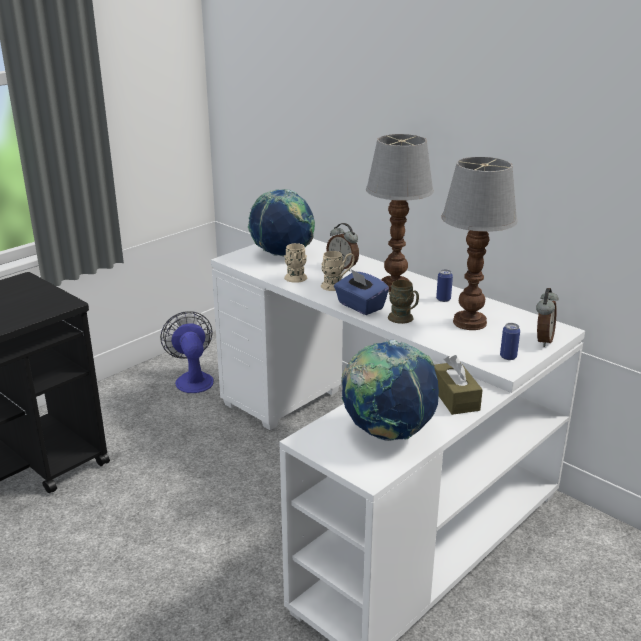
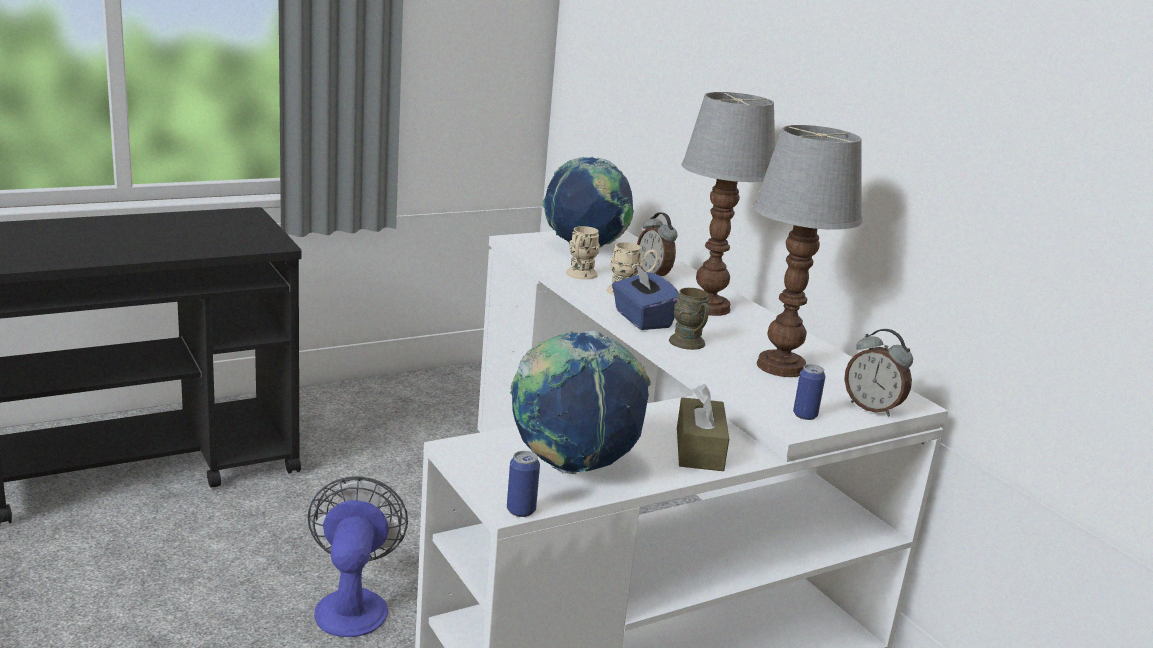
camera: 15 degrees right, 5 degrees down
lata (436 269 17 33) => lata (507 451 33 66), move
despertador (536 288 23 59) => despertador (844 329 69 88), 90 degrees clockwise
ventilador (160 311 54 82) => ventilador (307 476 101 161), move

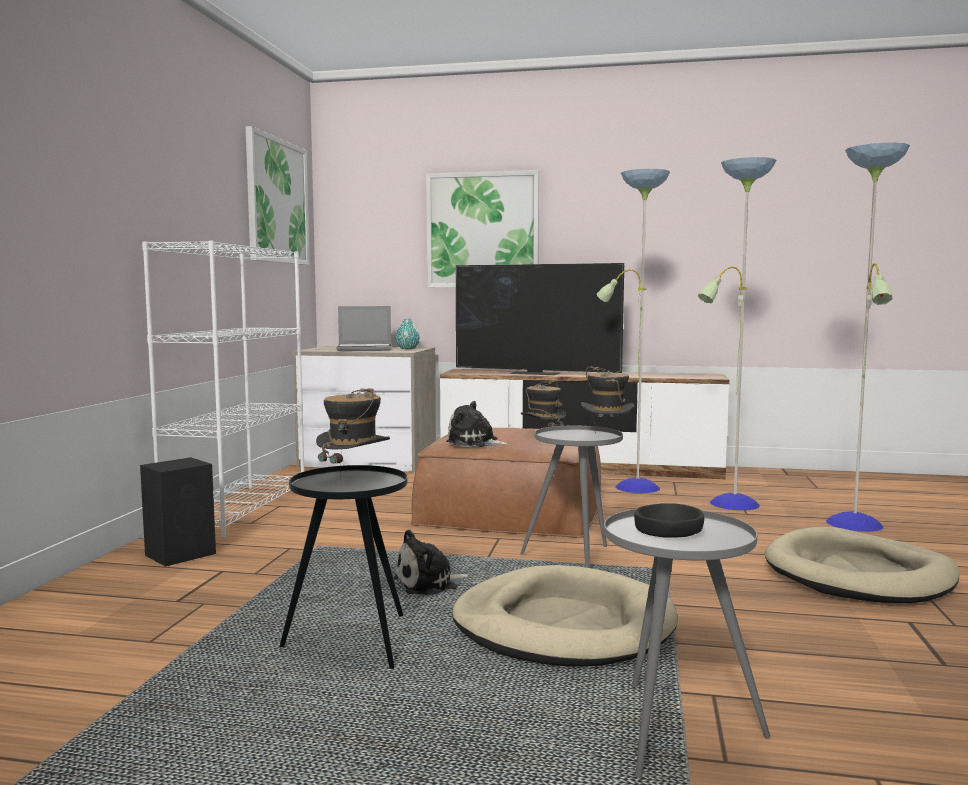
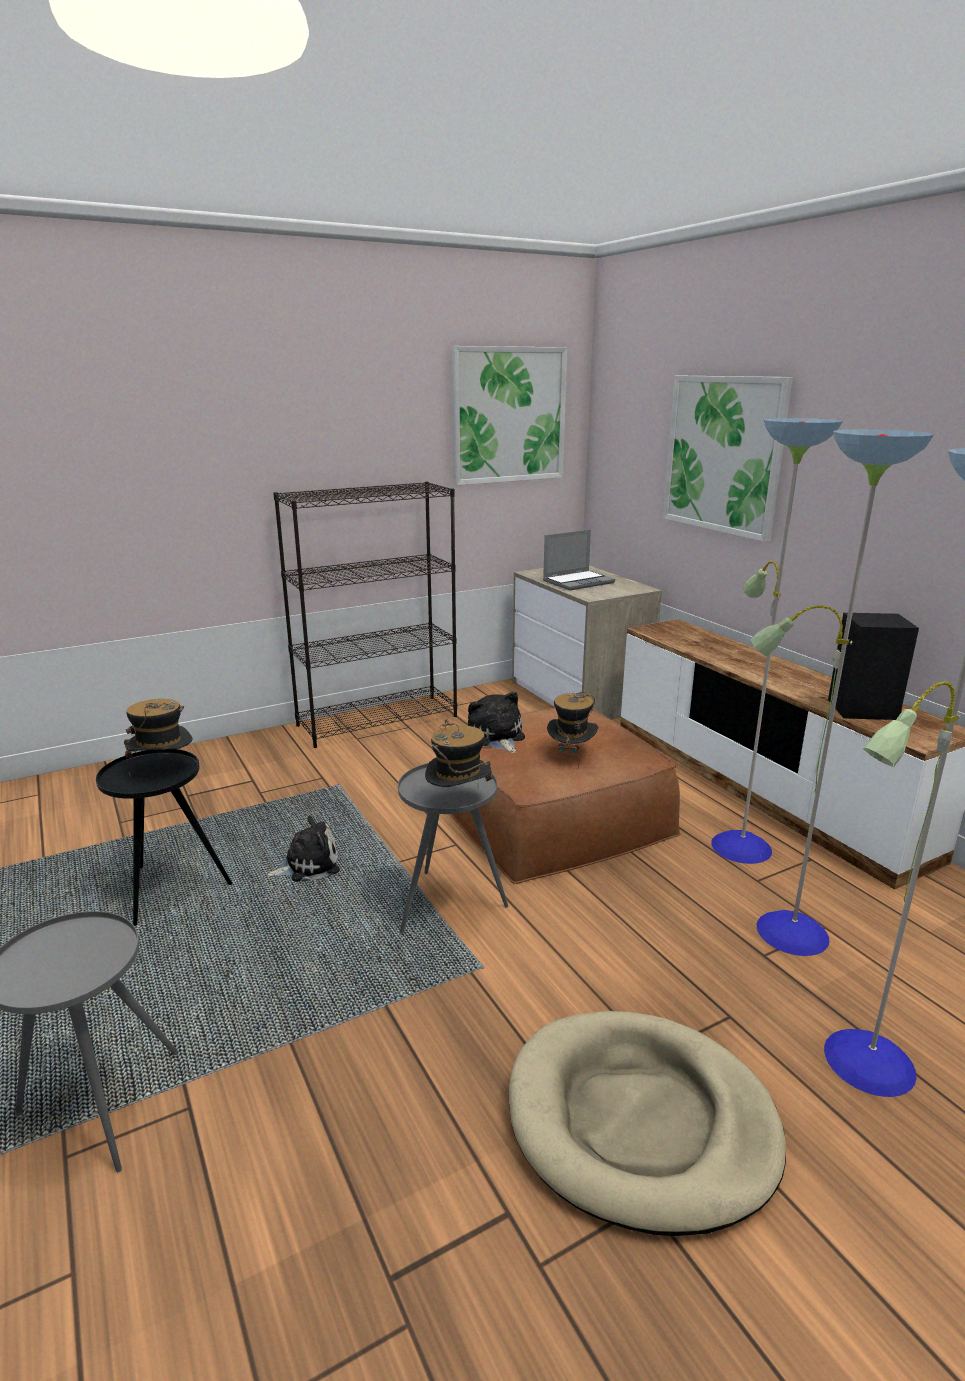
camera: 50 degrees right, 15 degrees up
estantería [blanco] (142 241 162 298) => estantería [negro] (273 482 184 266)
televisor (456 263 168 112) => nothing
portátil (336 306 55 45) => portátil (543 529 72 62), 75 degrees counterclockwise
florero [turquesa] (396 319 24 30) => nothing
altavoz [negro] (140 457 76 110) => altavoz [negro] (828 613 91 107), move
cuenco [negro] (634 503 70 35) => nothing
peluche (393 529 75 67) => peluche (267 816 73 66), 135 degrees clockwise
cama para perro [beis] (452 565 225 102) => nothing

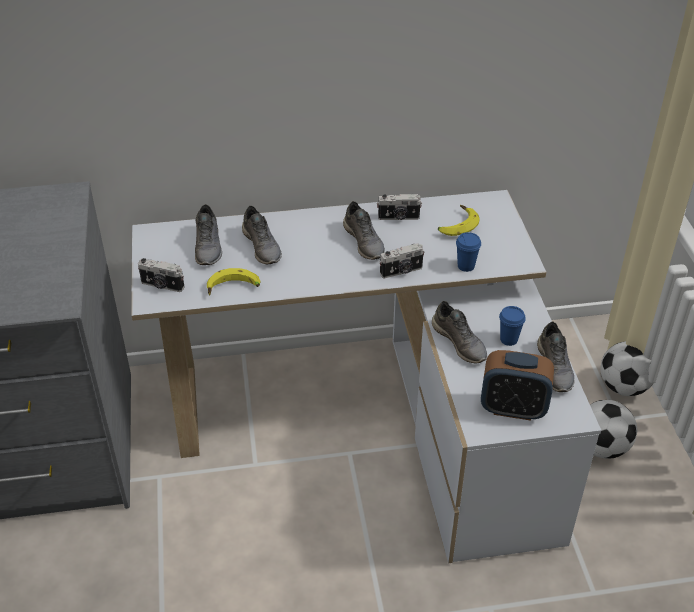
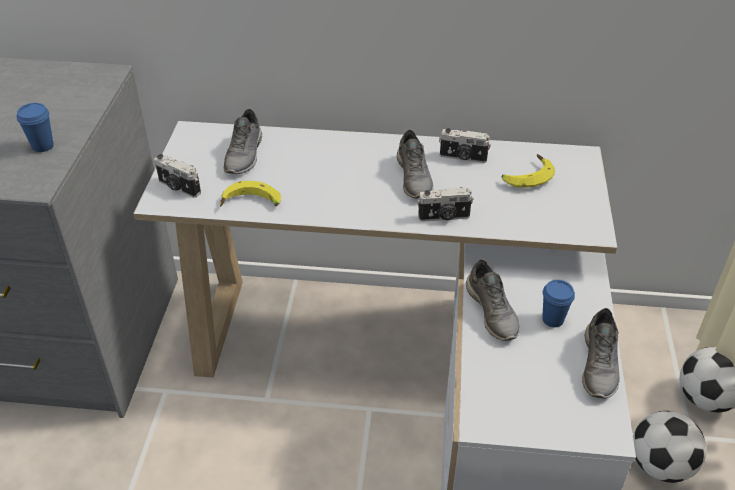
camera: 15 degrees right, 0 degrees up
zapato [gris] (242 206 40 58) => nothing
taza [azul] (456 232 25 40) => taza [azul] (17 103 37 49), move
despertador (481 350 73 71) => nothing

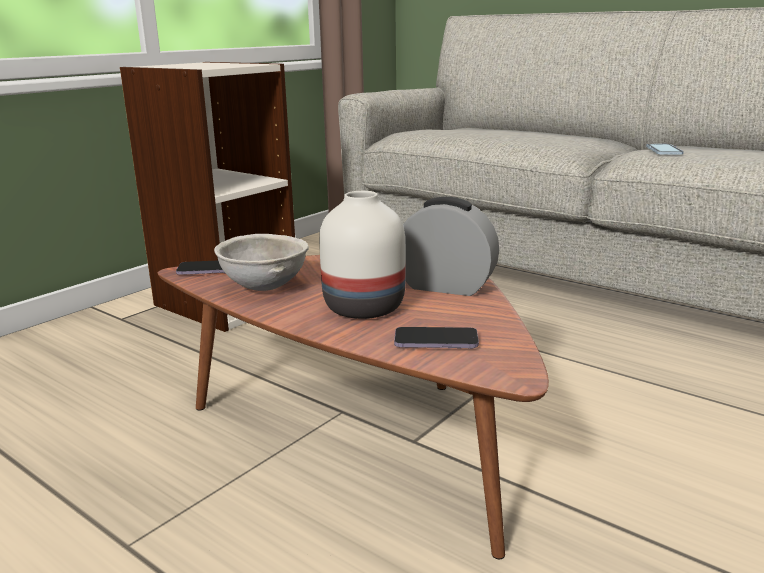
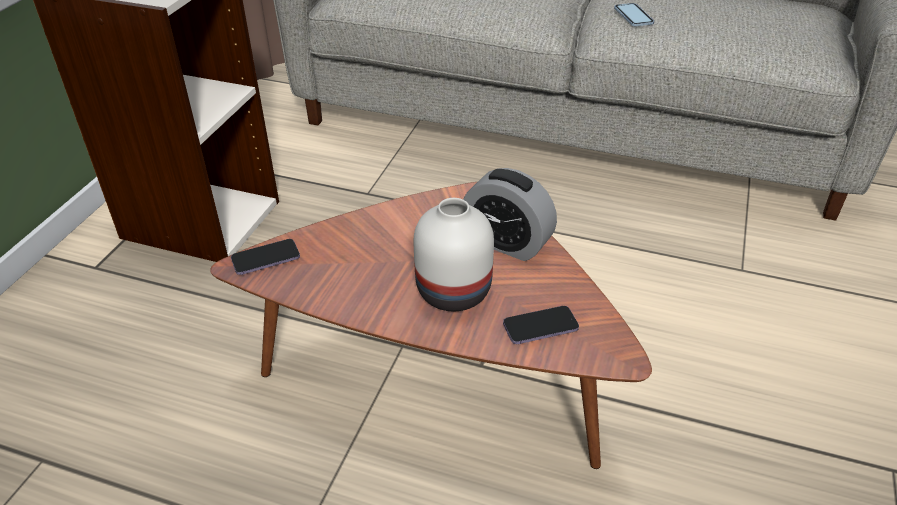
camera: 20 degrees left, 20 degrees up
despertador (403 197 96 99) => despertador (463 168 94 93), 150 degrees counterclockwise
cuenco [gris] (214 234 95 57) => nothing

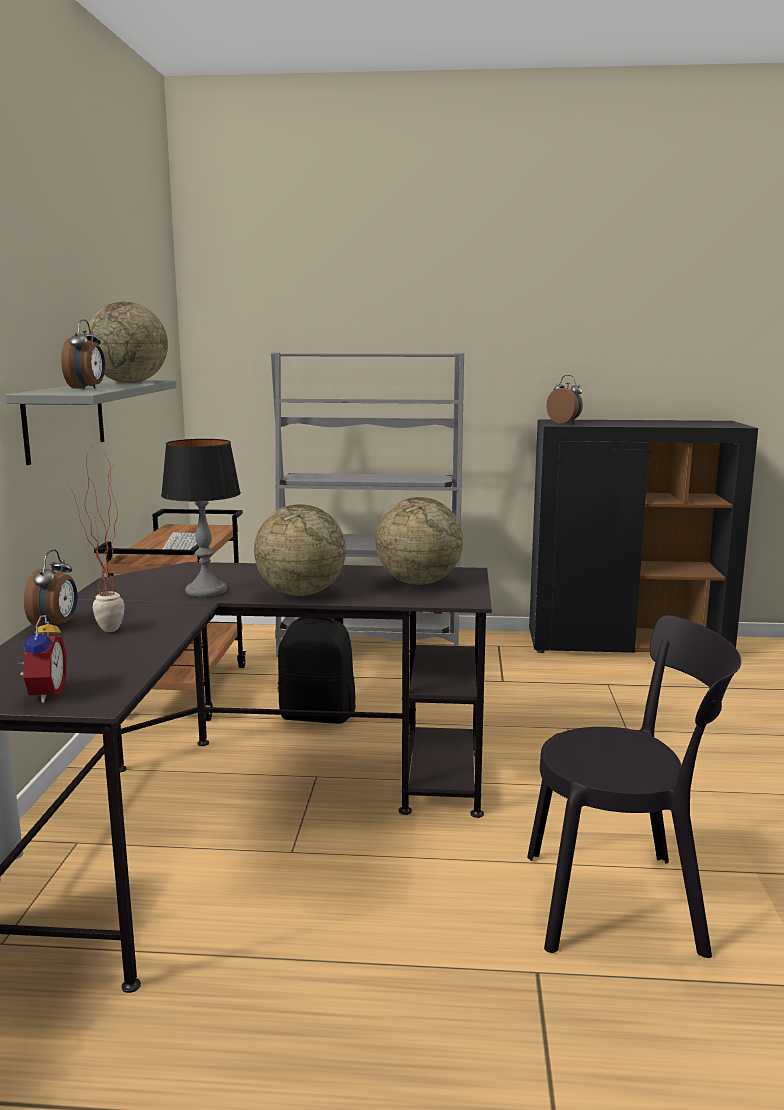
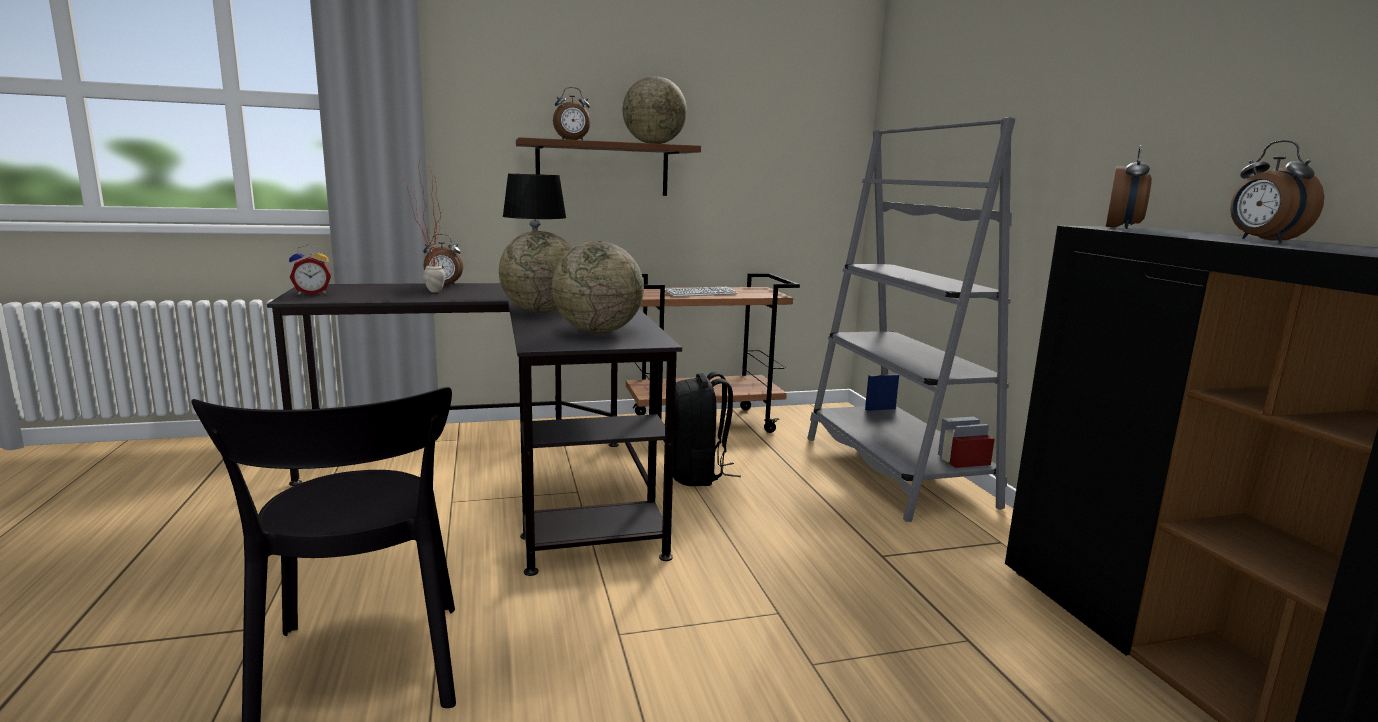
camera: 70 degrees right, 0 degrees up
estante [gris] (6 380 171 85) => estante [marrón] (516 137 185 59)
nothing => despertador (1230 140 95 102)

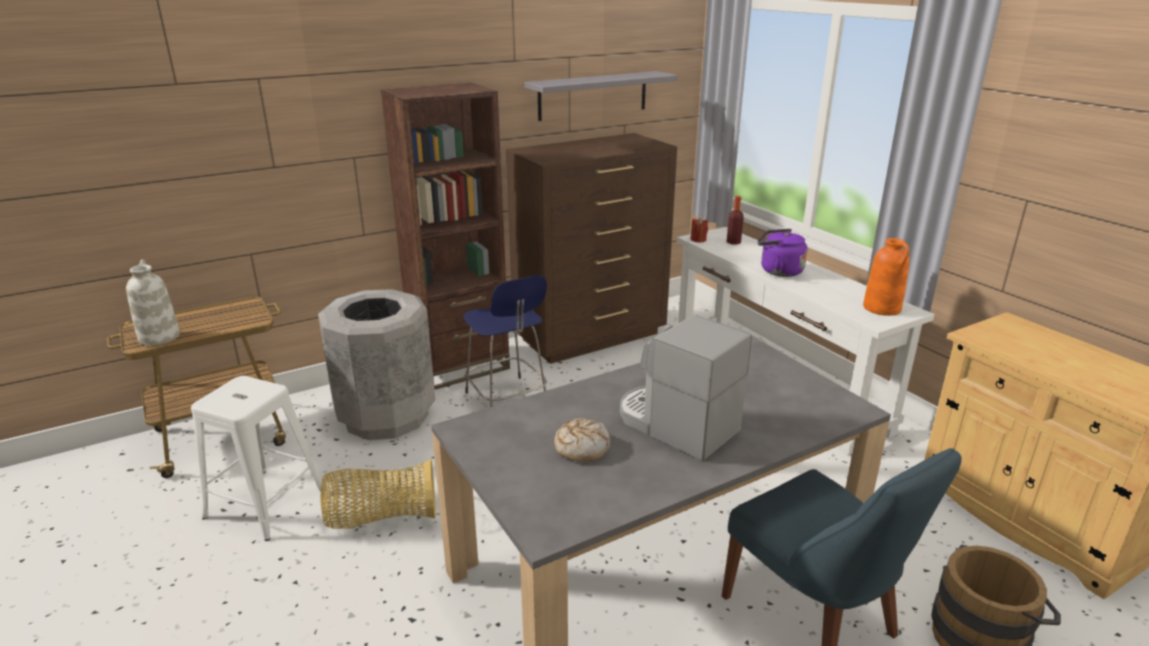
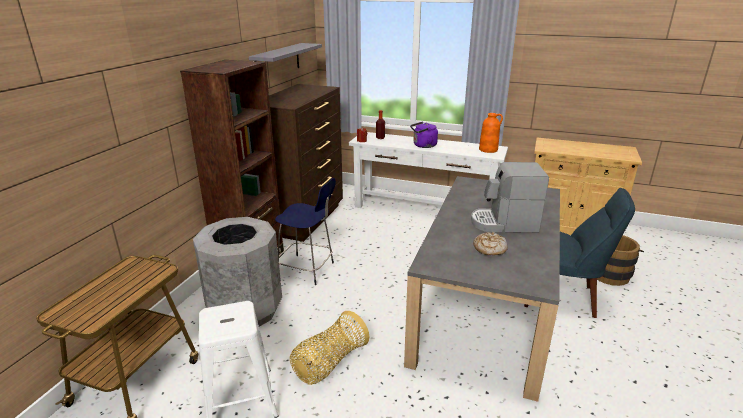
camera: 40 degrees left, 0 degrees up
florero [blanco] (126 260 54 86) => nothing

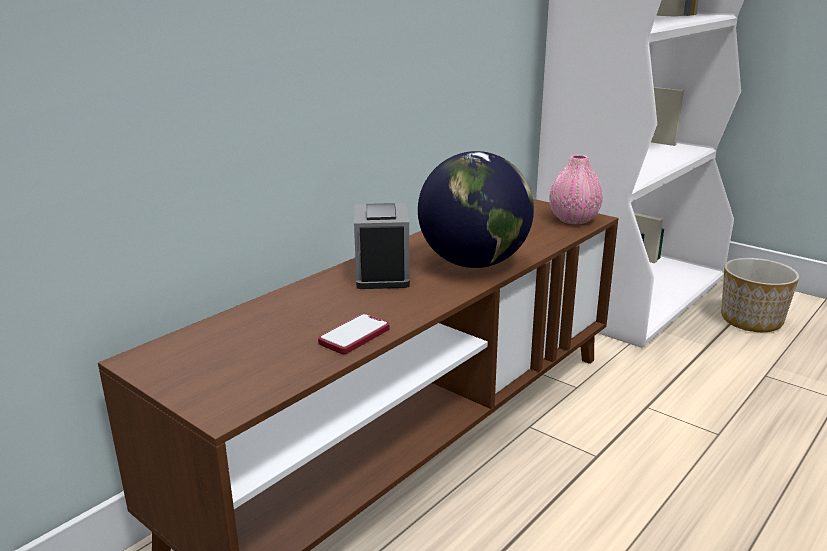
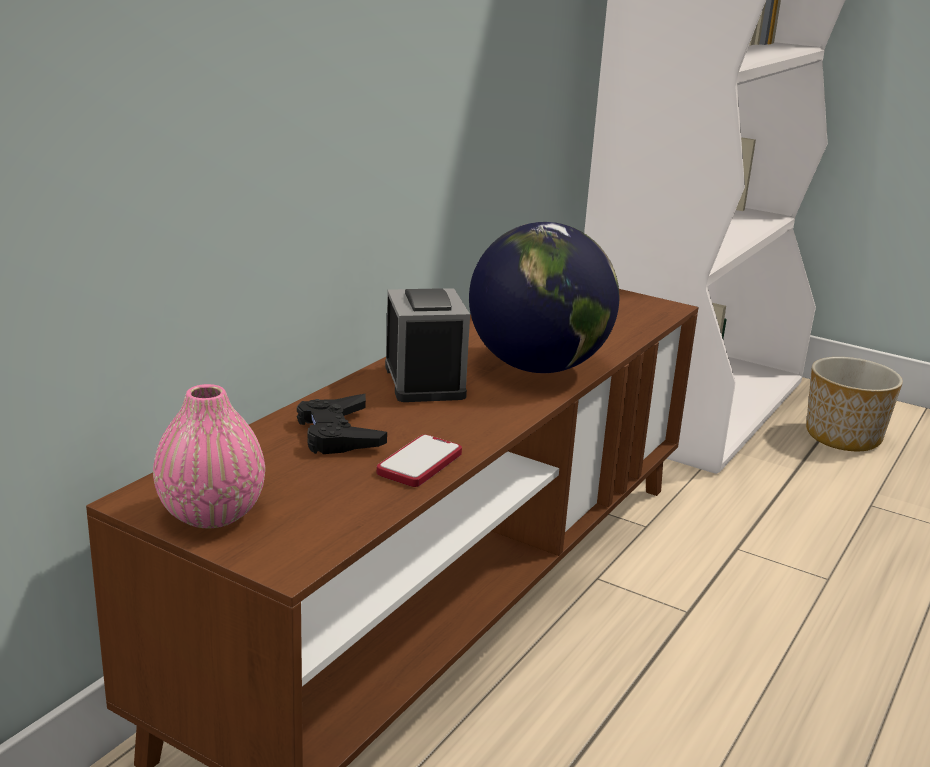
camera: 10 degrees left, 0 degrees up
florero [rosa] (549 154 54 70) => florero [rosa] (153 384 112 144), move
nothing => mando de consola [negro] (297 393 90 61)

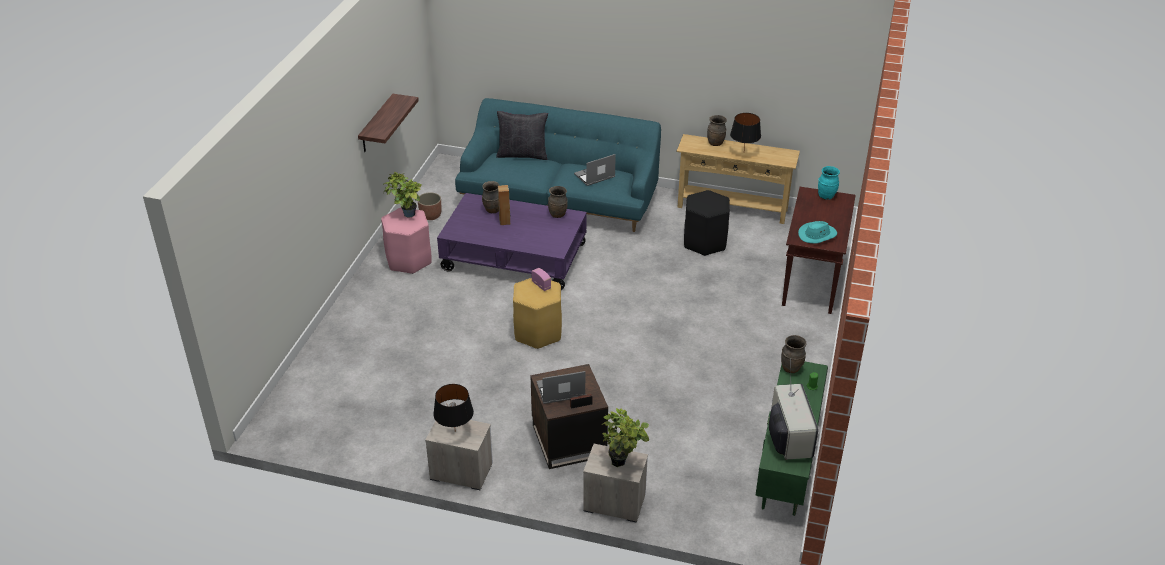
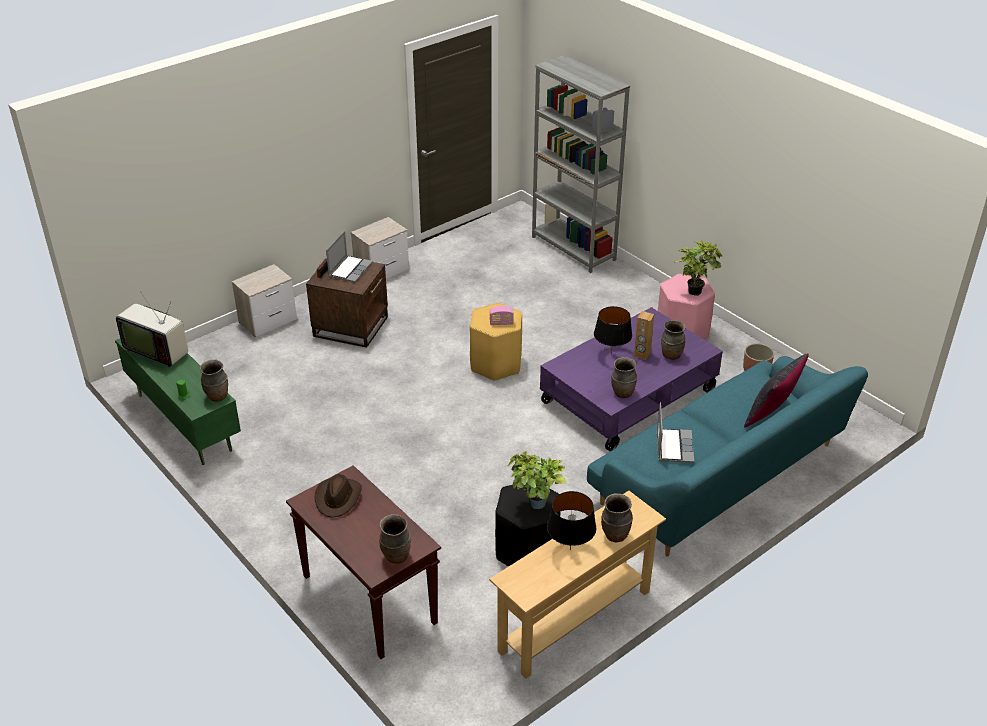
camera: 125 degrees right, 0 degrees up
estante (358 94 61 58) => nothing
florero [turquesa] (818 166 22 33) => florero [marrón] (379 514 32 50)
sombrero [turquesa] (798 221 39 22) => sombrero [marrón] (314 474 48 44)
lámpara de mesa [negro] (433 384 41 48) => lámpara de mesa [negro] (594 306 38 49), move
planta en maceta (602 408 47 59) => planta en maceta (507 451 59 58), move
nothing => estantería [gris] (532 55 98 218)

